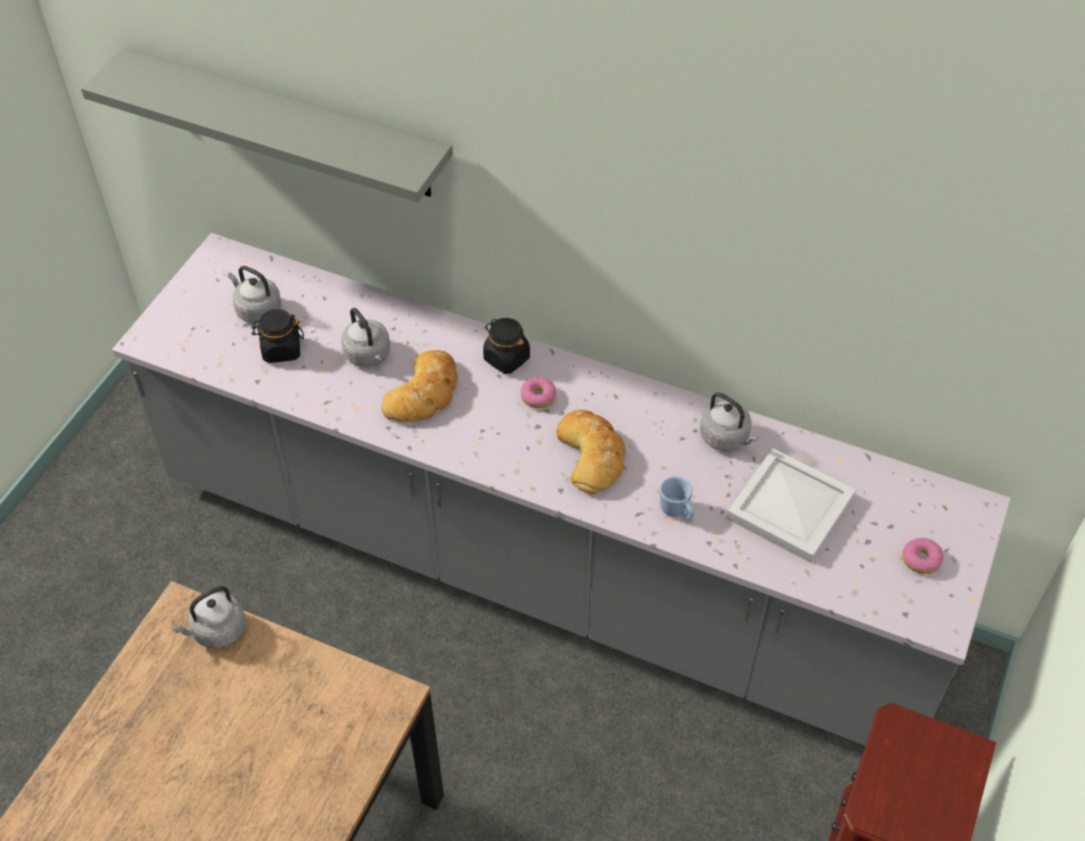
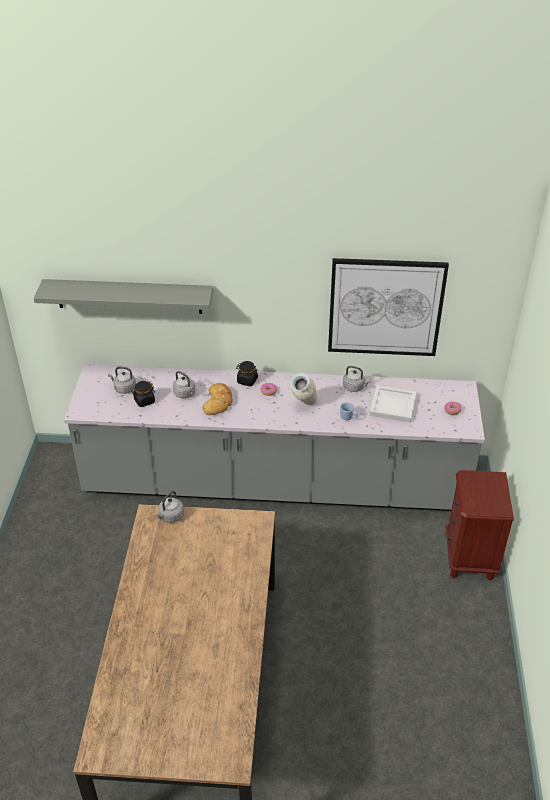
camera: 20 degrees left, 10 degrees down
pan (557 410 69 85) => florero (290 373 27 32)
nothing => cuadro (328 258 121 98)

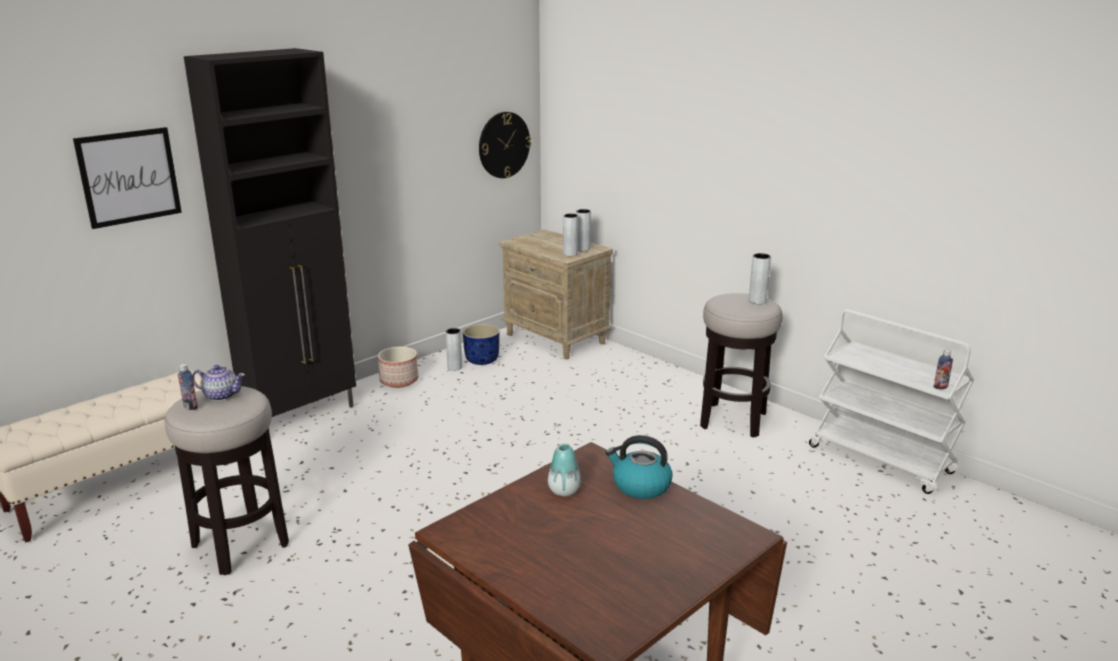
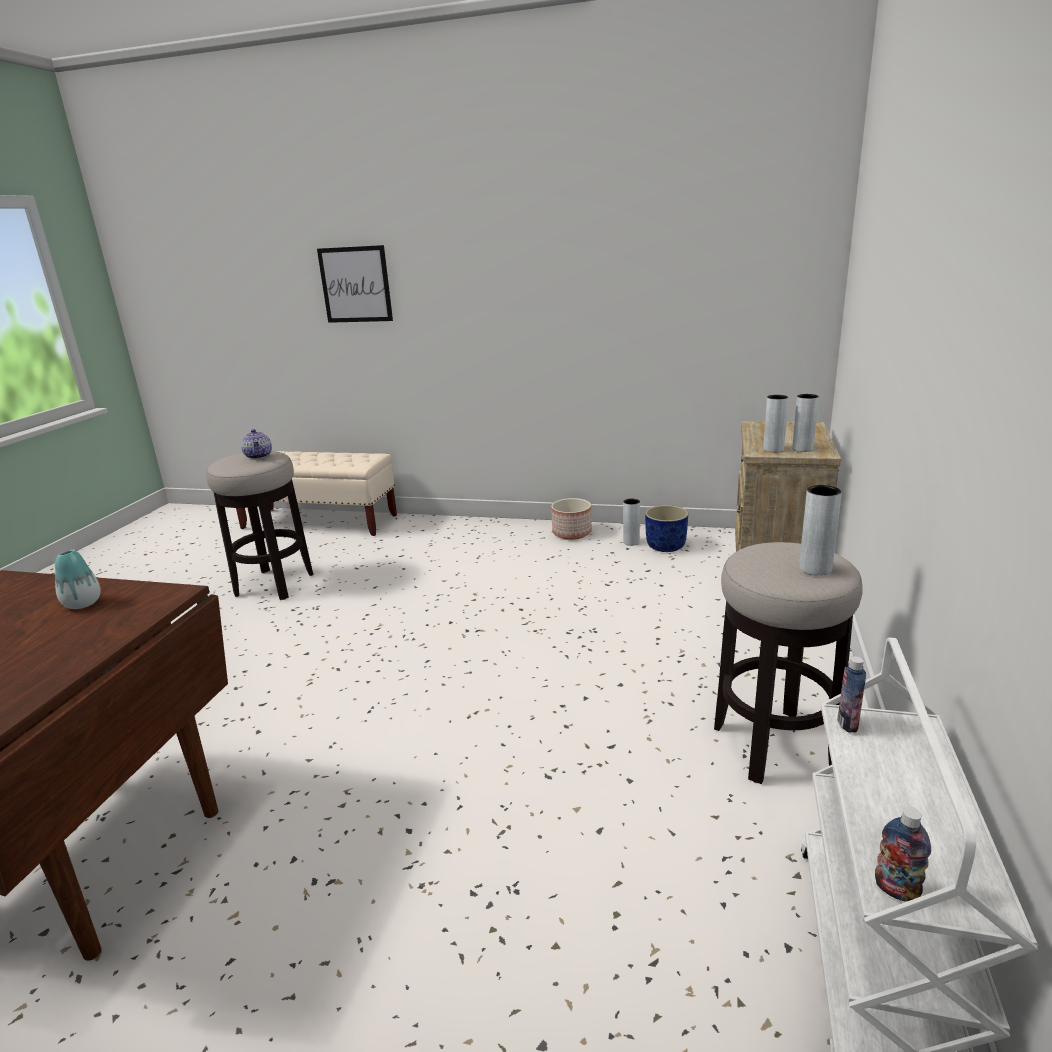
camera: 60 degrees right, 0 degrees up
armario [negro] (184 48 172 369) => nothing
reloj de pared (479 112 52 66) => nothing
botella (178 364 20 46) => botella (837 656 29 77), move
hervidor (606 435 67 64) => nothing

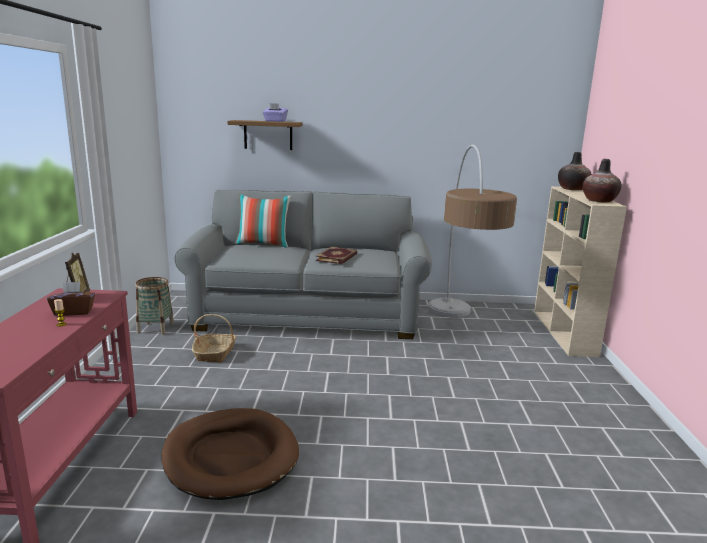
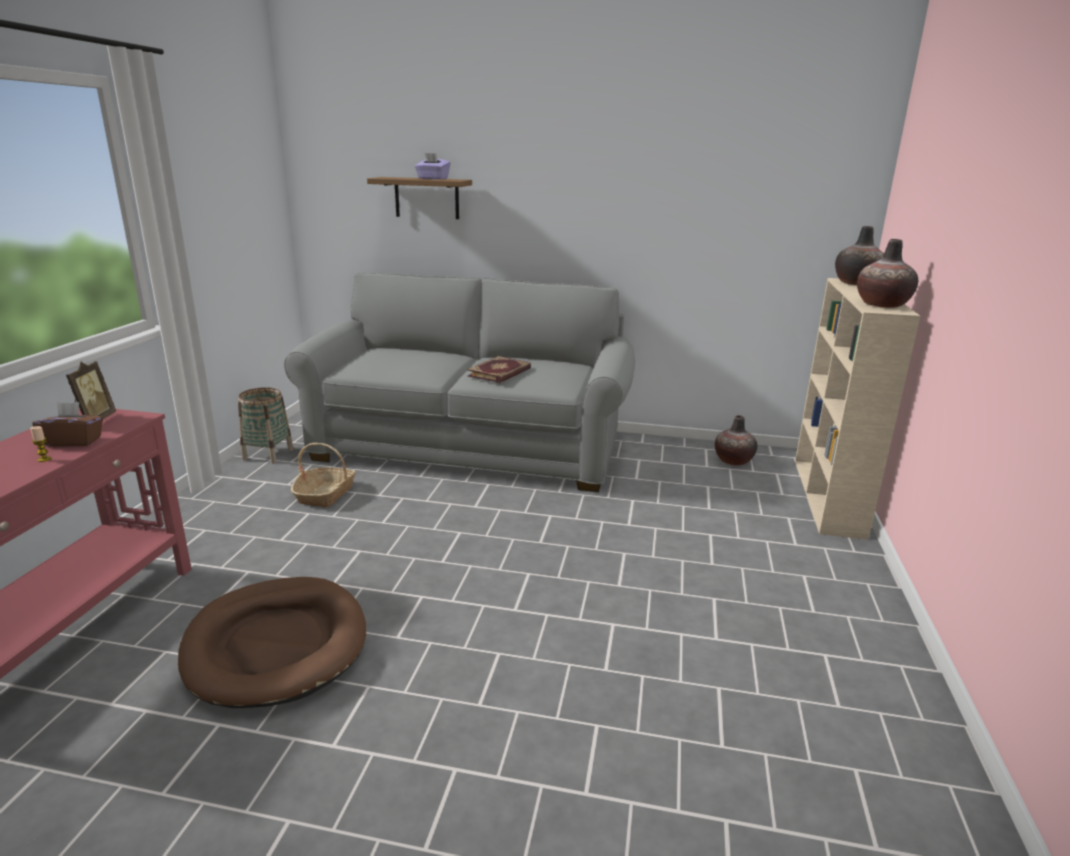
camera: 10 degrees right, 5 degrees up
lámpara de pie (428 145 89 173) => nothing
cojín (235 194 56 54) => nothing
nothing => florero (715 415 42 51)

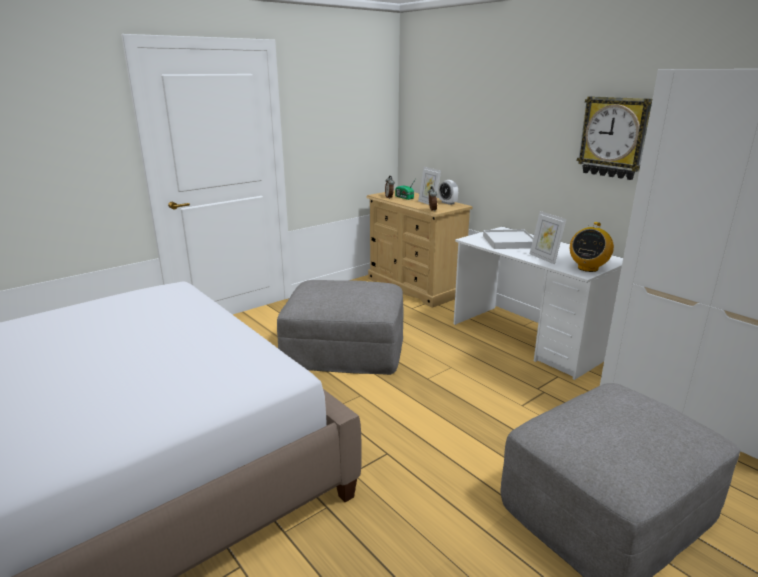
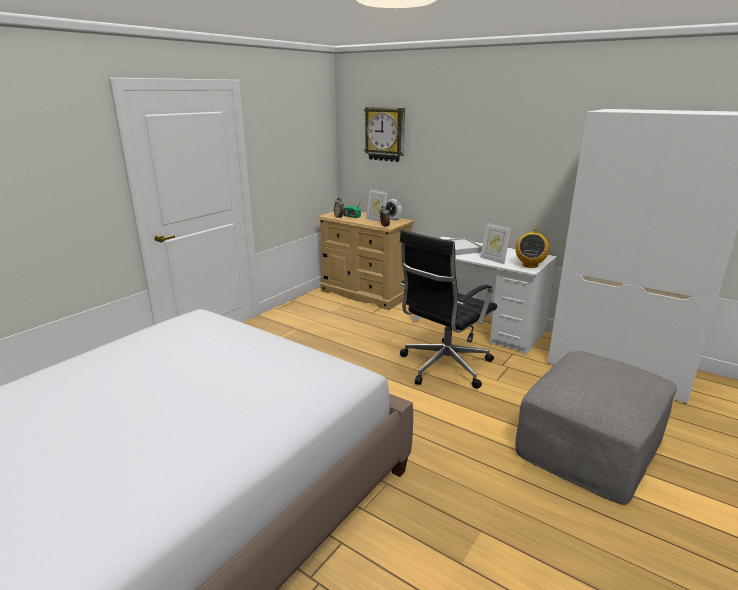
camera: 15 degrees left, 0 degrees up
reloj de pared (577 96 75 84) => reloj de pared (364 107 41 55), move
puf [gris] (277 280 126 95) => nothing
nothing => silla de oficina [negro] (400 230 97 159)

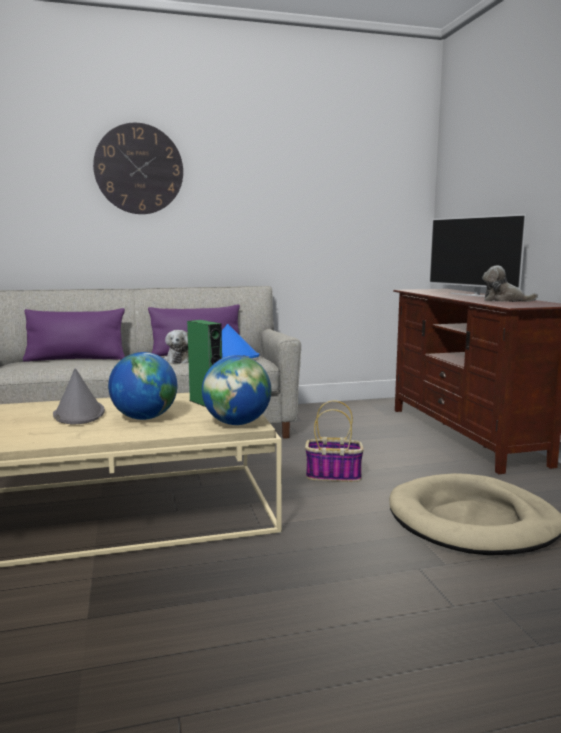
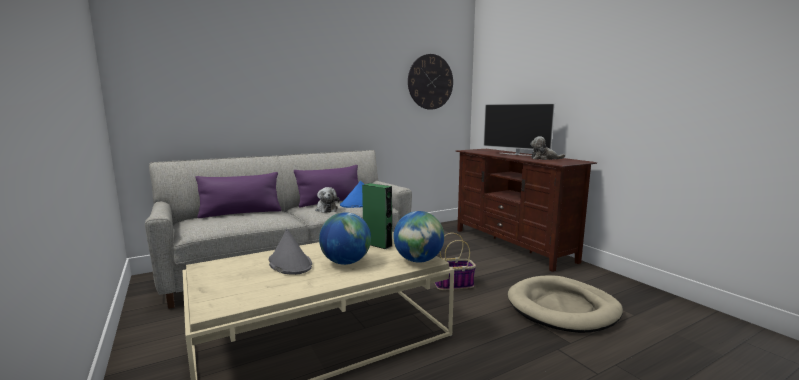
camera: 15 degrees left, 0 degrees up
reloj de pared (93 123 90 91) => reloj de pared (408 54 45 56), move

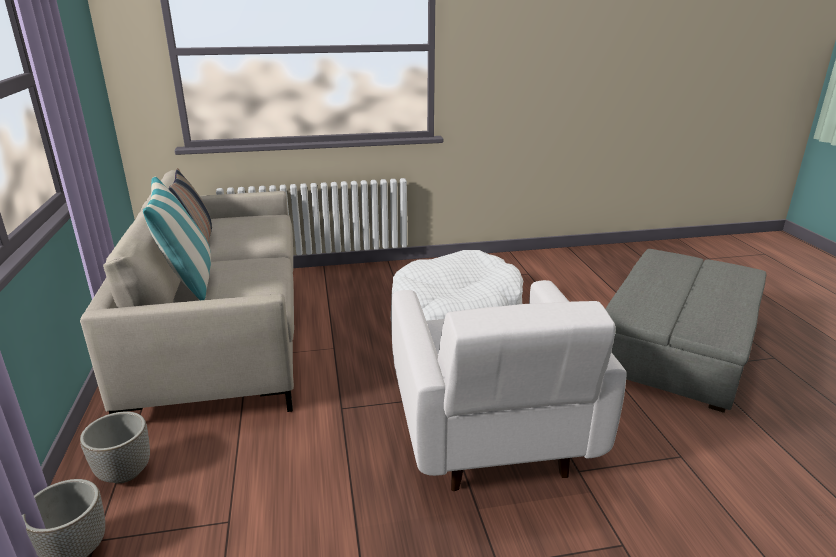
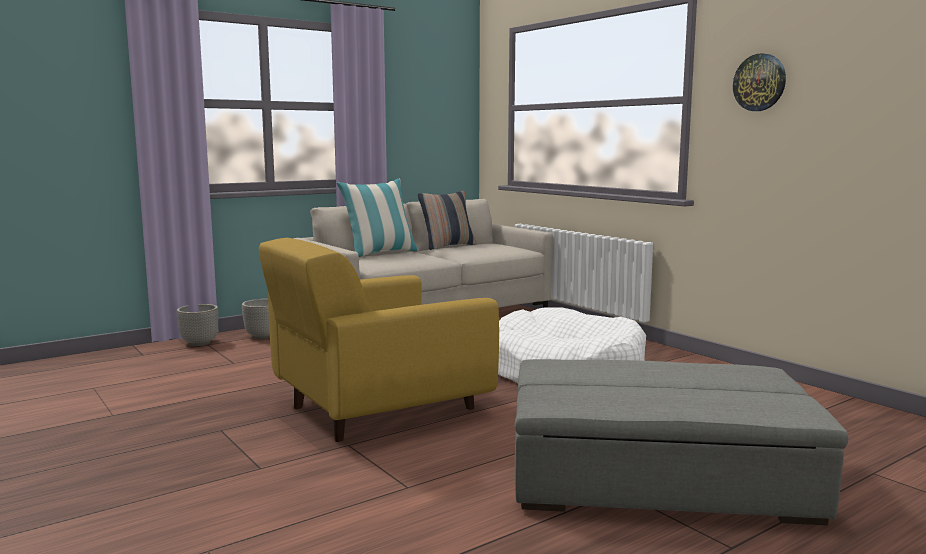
camera: 65 degrees right, 15 degrees down
sillón [blanco] (391 280 236 211) => sillón [amarillo] (259 238 240 204)
nothing => reloj de pared (733 53 53 58)

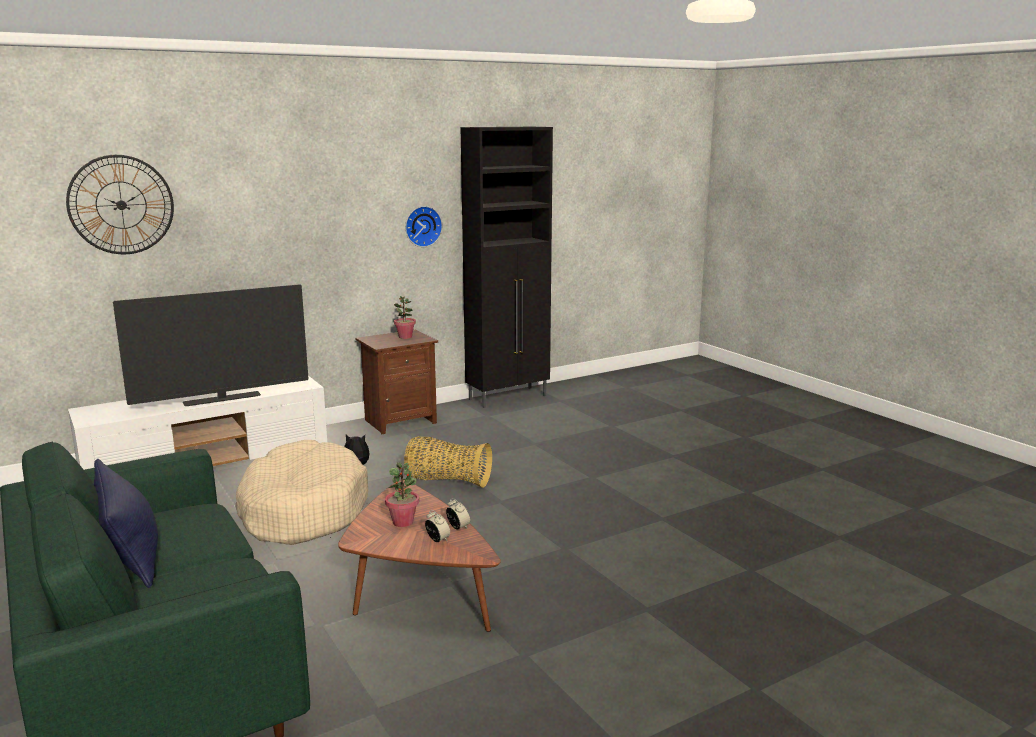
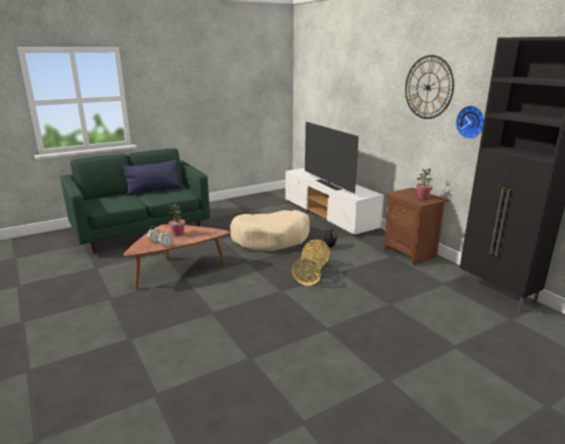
camera: 90 degrees right, 5 degrees up
reloj de pared (66 155 108 99) => reloj de pared (405 55 49 64), move

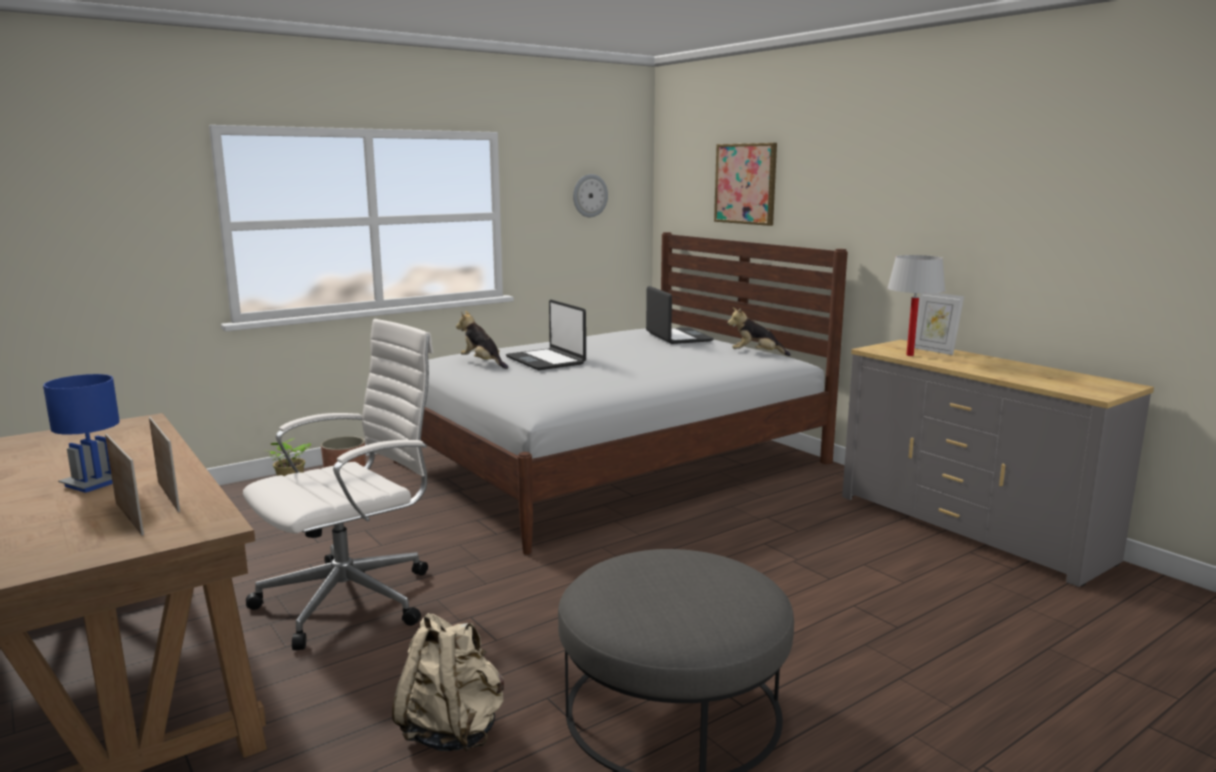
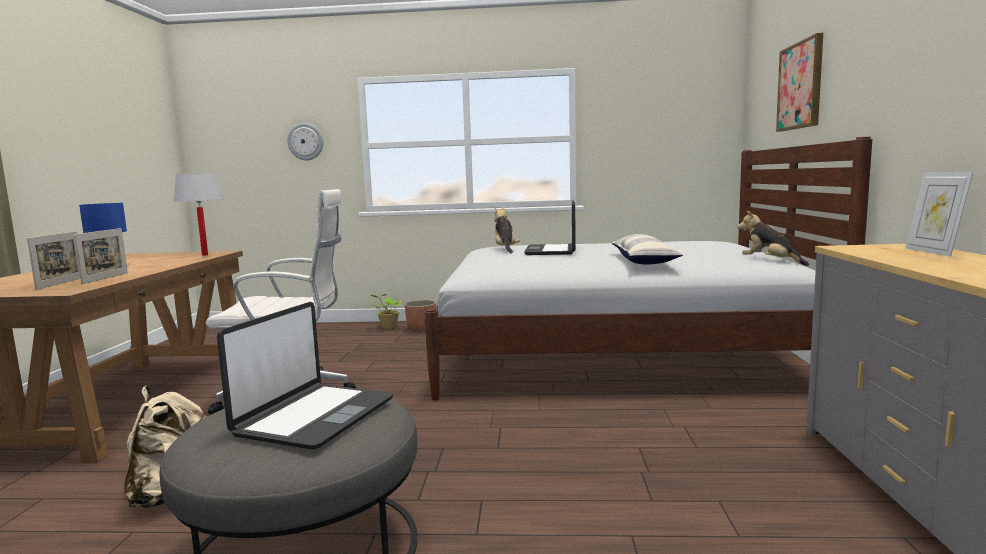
camera: 40 degrees right, 5 degrees down
reloj de pared (573 174 35 43) => reloj de pared (287 123 36 37), move
lámpara de mesa [blanco] (887 255 59 101) => lámpara de mesa [blanco] (174 174 49 82), move
portátil (646 286 68 58) => portátil (217 302 176 148), move
nothing => cojín (612 234 71 31)

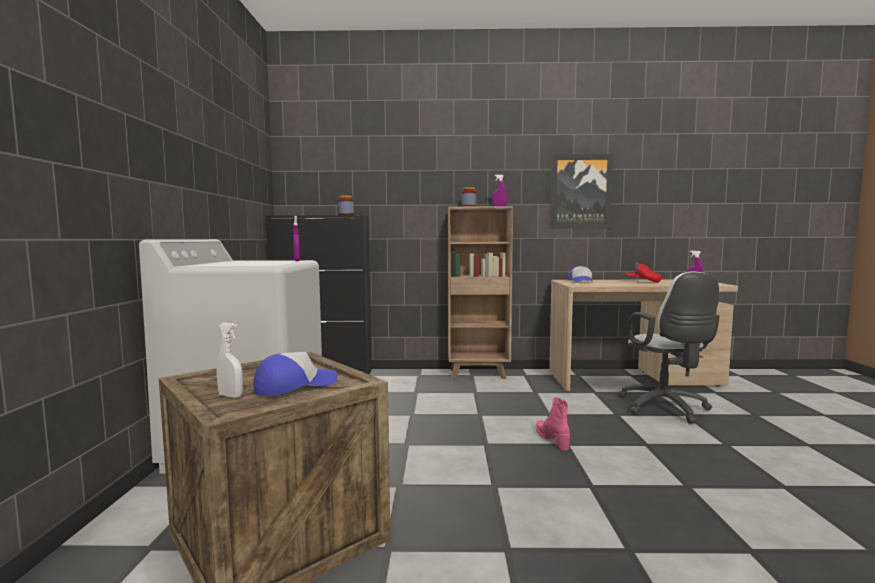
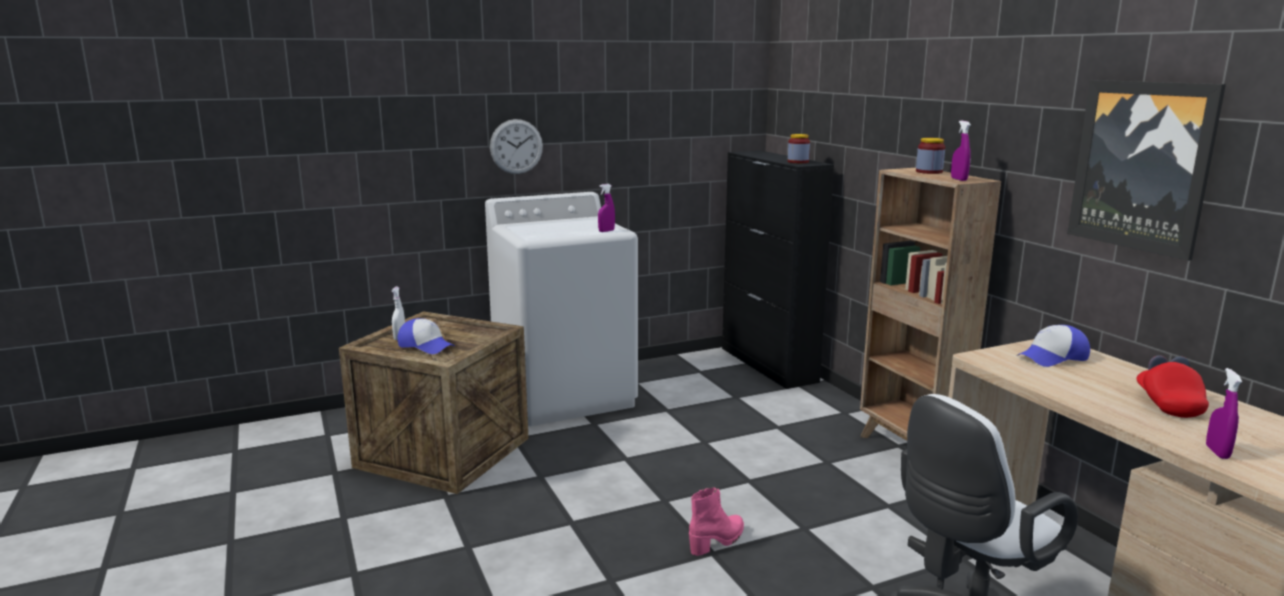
camera: 65 degrees right, 10 degrees up
nothing => reloj de pared (490 119 53 55)

